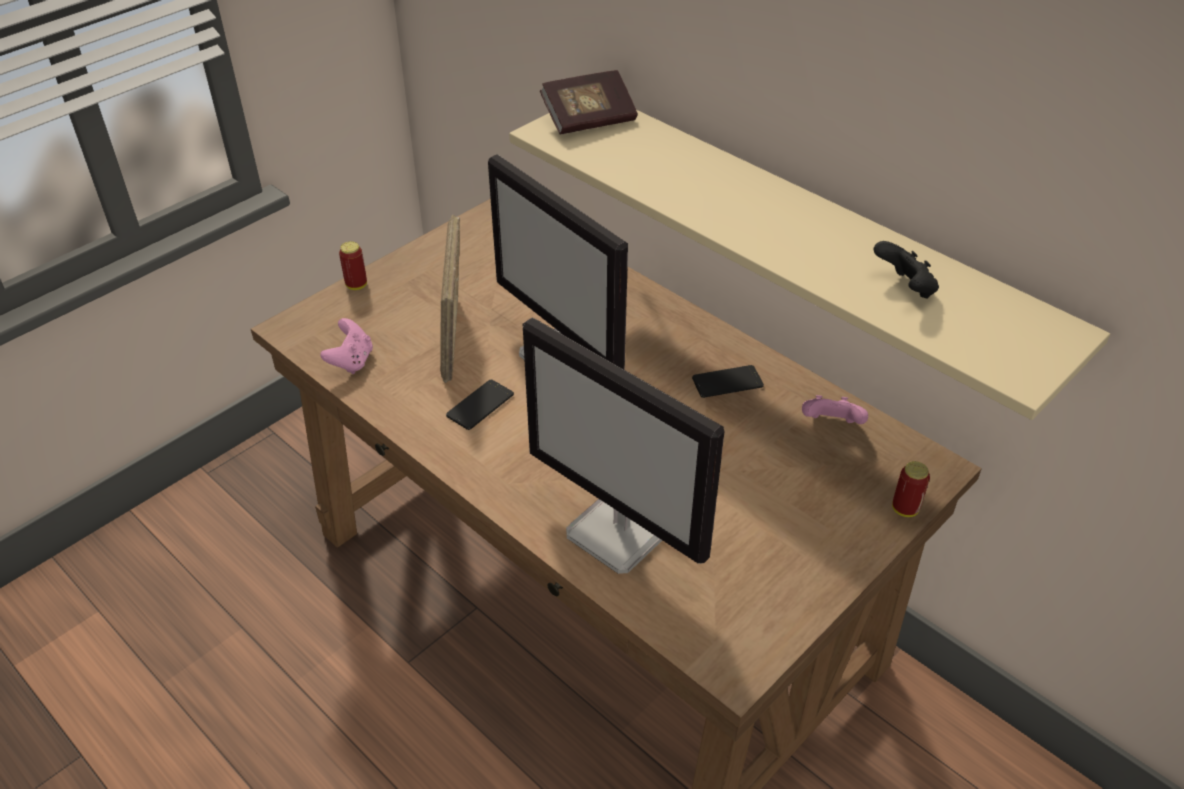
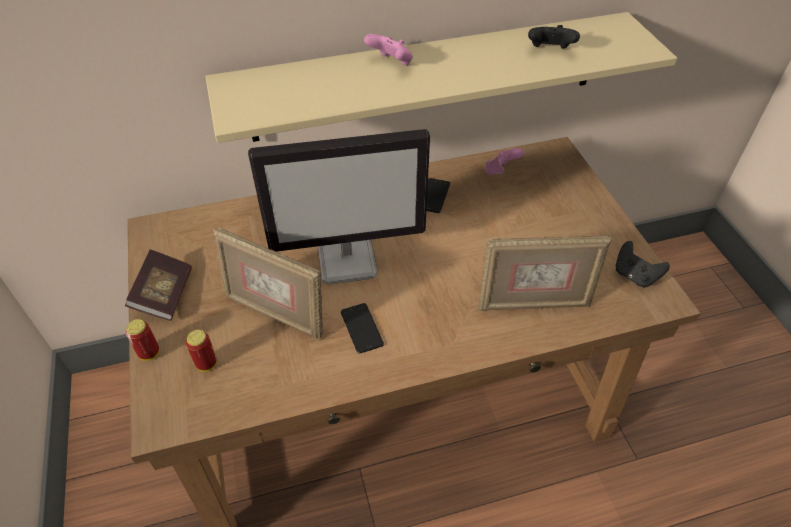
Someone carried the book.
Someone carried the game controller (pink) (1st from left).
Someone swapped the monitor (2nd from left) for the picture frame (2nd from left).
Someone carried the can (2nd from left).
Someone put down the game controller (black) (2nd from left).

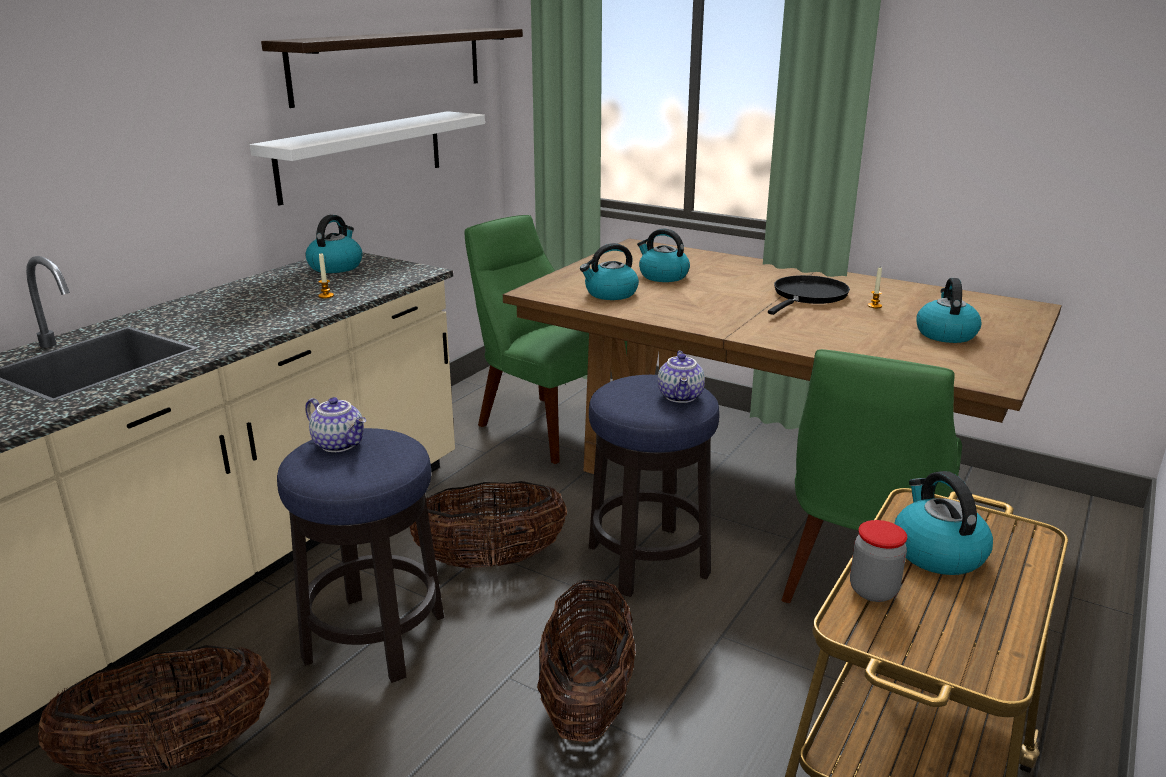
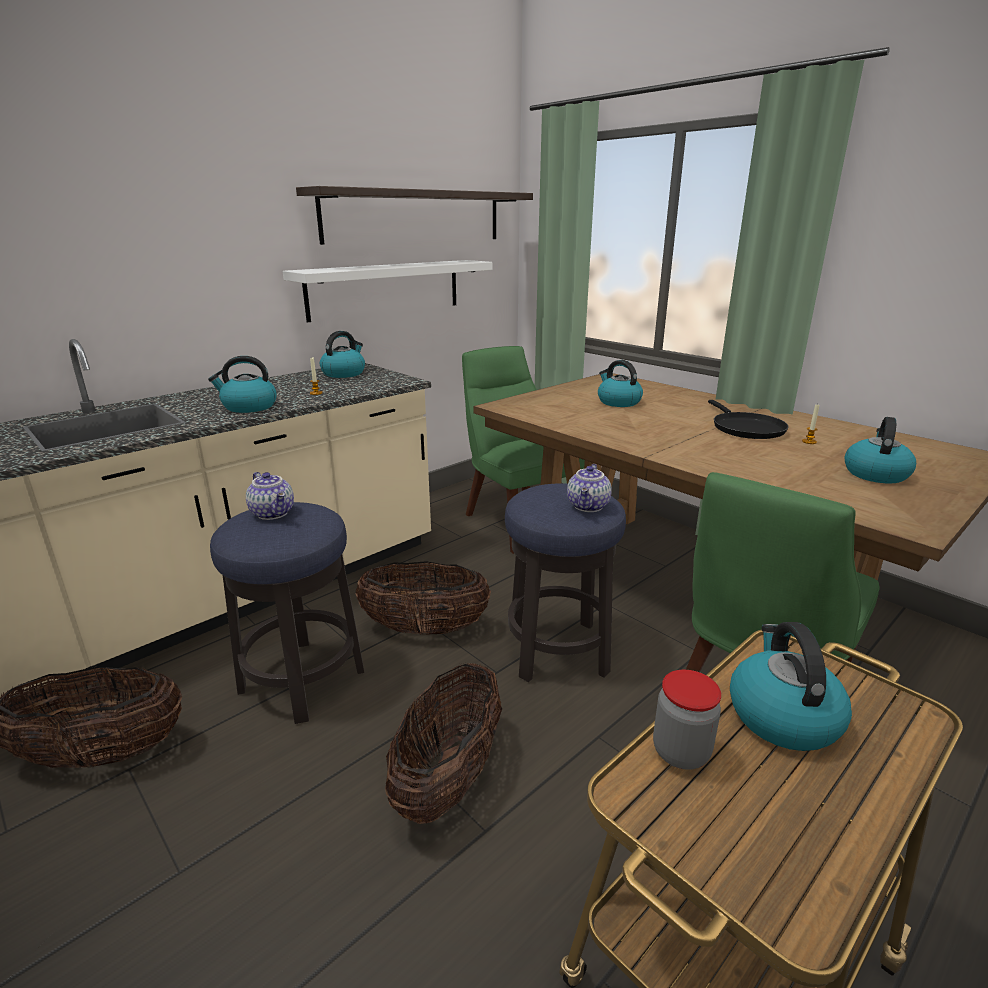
Someone carried the kettle (2nd from left in the first image).
Someone rotated the frying pan (black) by 120 degrees clockwise.

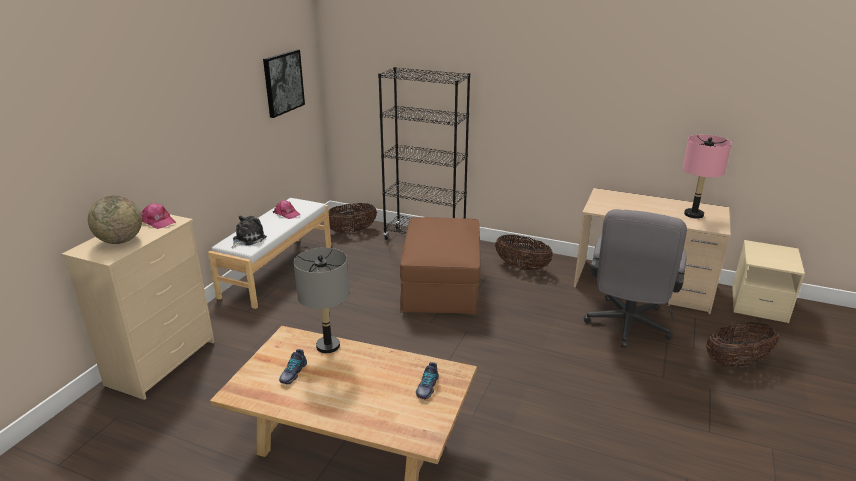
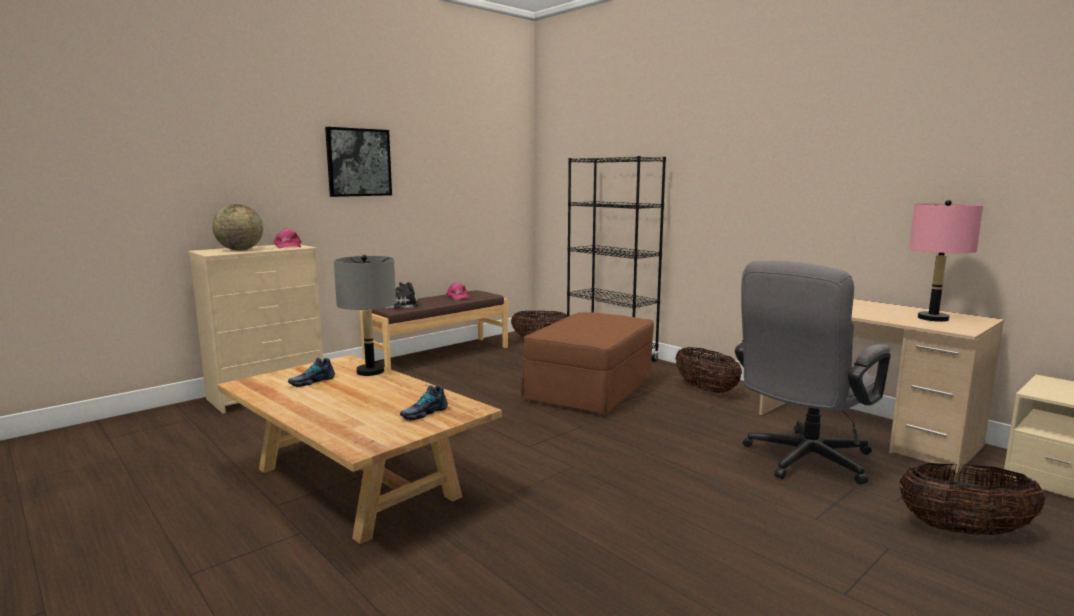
Someone carried the picture.
Someone repainted the bench (white), which became the bench (brown).

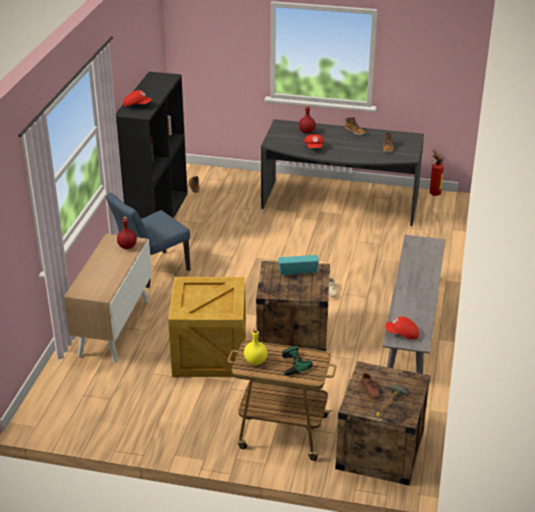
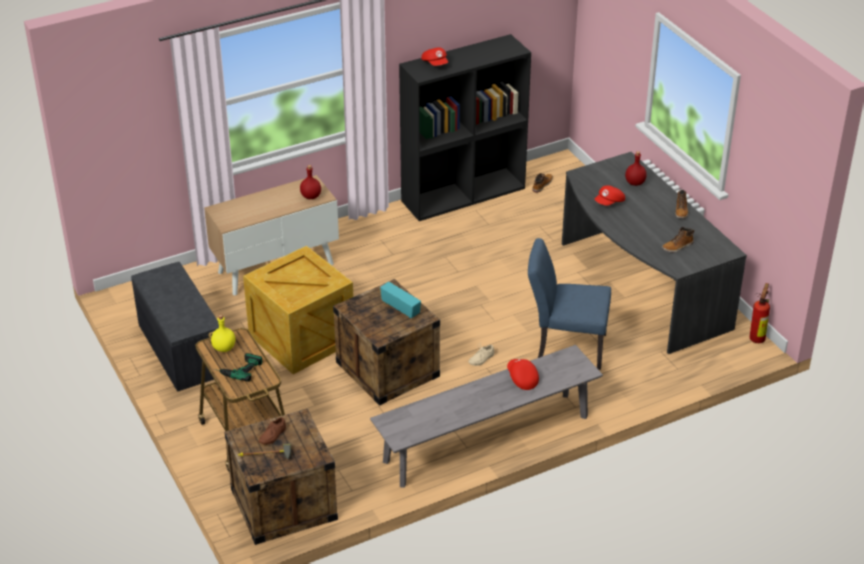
Someone carried the chair (blue).
Someone carried the cap (red) (3rd from left in the first image).
Someone put down the bench (grey) (1st from left).

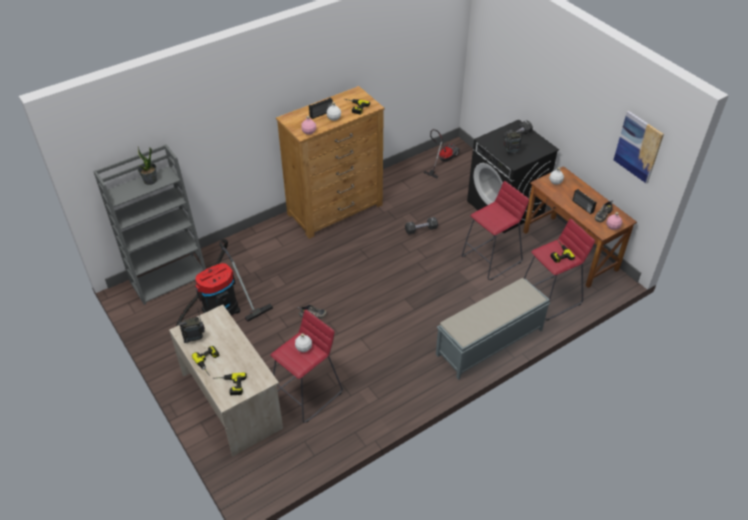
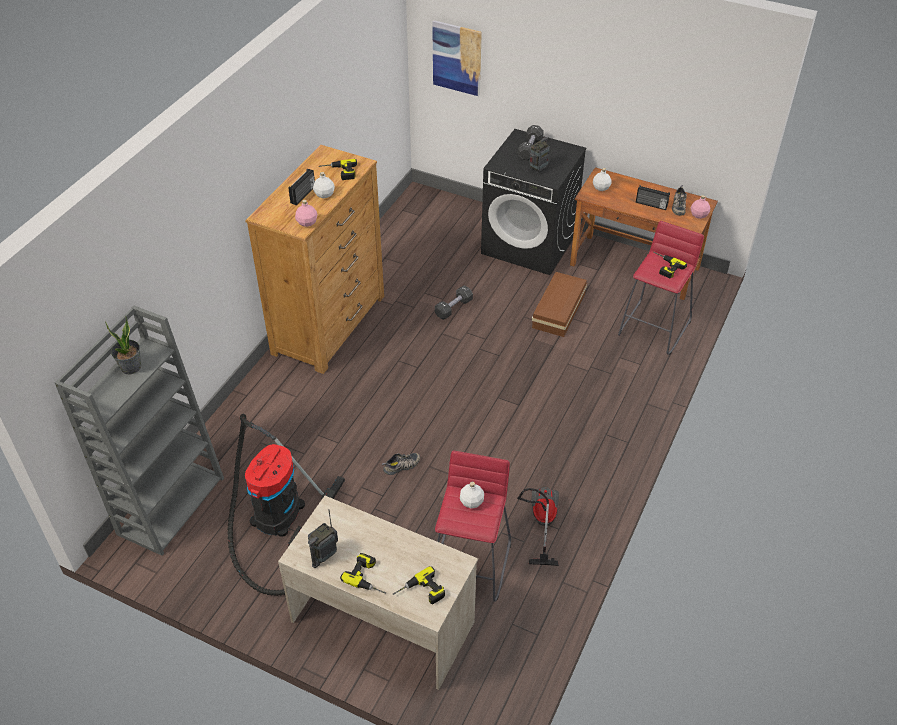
Someone carried the picture.
Someone carried the vacuum cleaner (2nd from left).
Someone swapped the stool (red) (2nd from left) for the storage box (brown).
Someone took away the bench (grey).

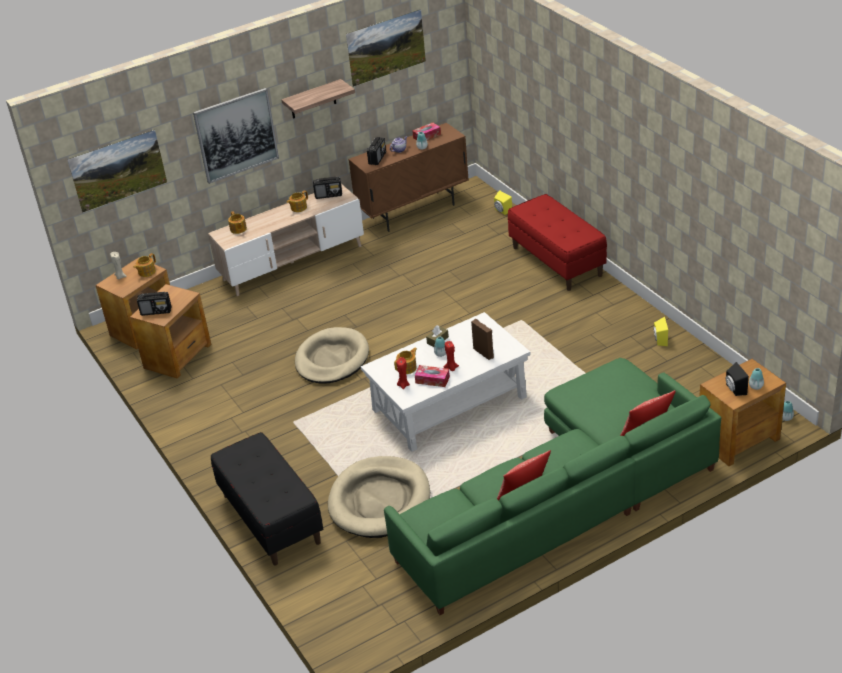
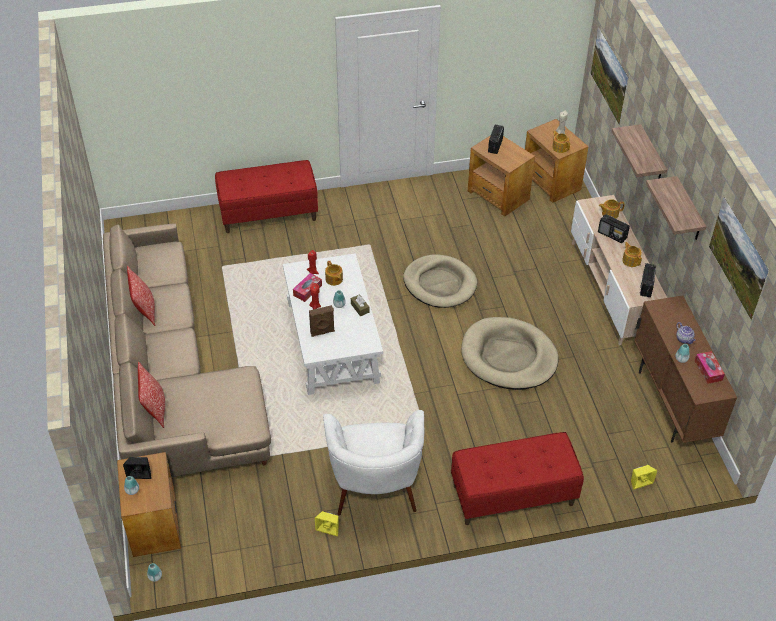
Someone swapped the picture (2nd from left) for the shelf (1st from left).
Someone carried the radio (3rd from left in the first image).
Someone repainted the sofa (green), which became the sofa (beige).
Someone repainted the bench (black), which became the bench (red) (1st from left).
Someone carried the dog bed (beige) (2nd from left).
Someone put down the armchair (white).

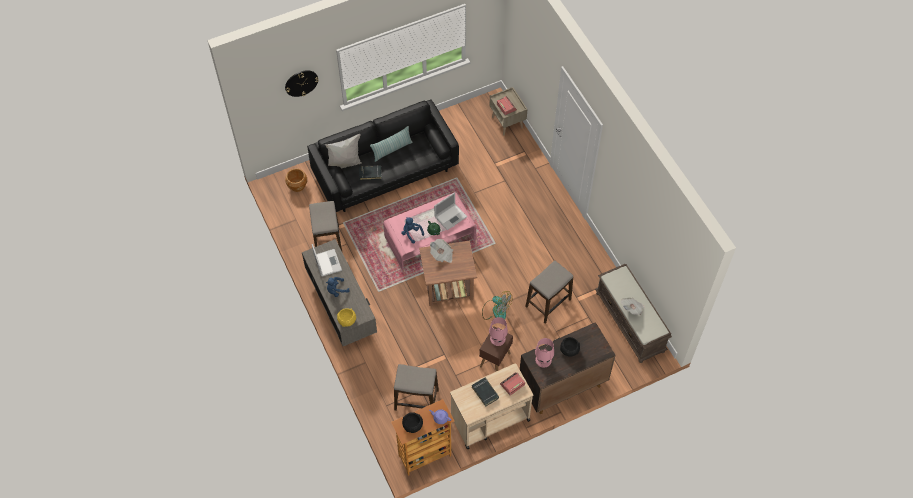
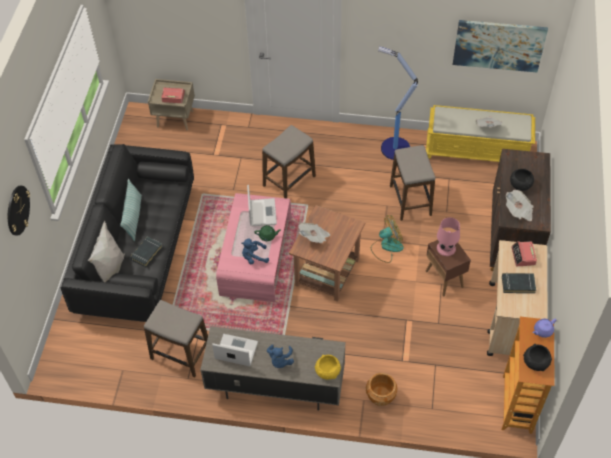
Someone carried the planter (brown).
Someone repainted the bench (brown), which became the bench (yellow).
Someone swapped the table lamp (pink) (2nd from left) for the newspaper (3rd from left).
Someone carried the stool (2nd from left).
Someone put up the picture.
Someone put down the floor lamp.

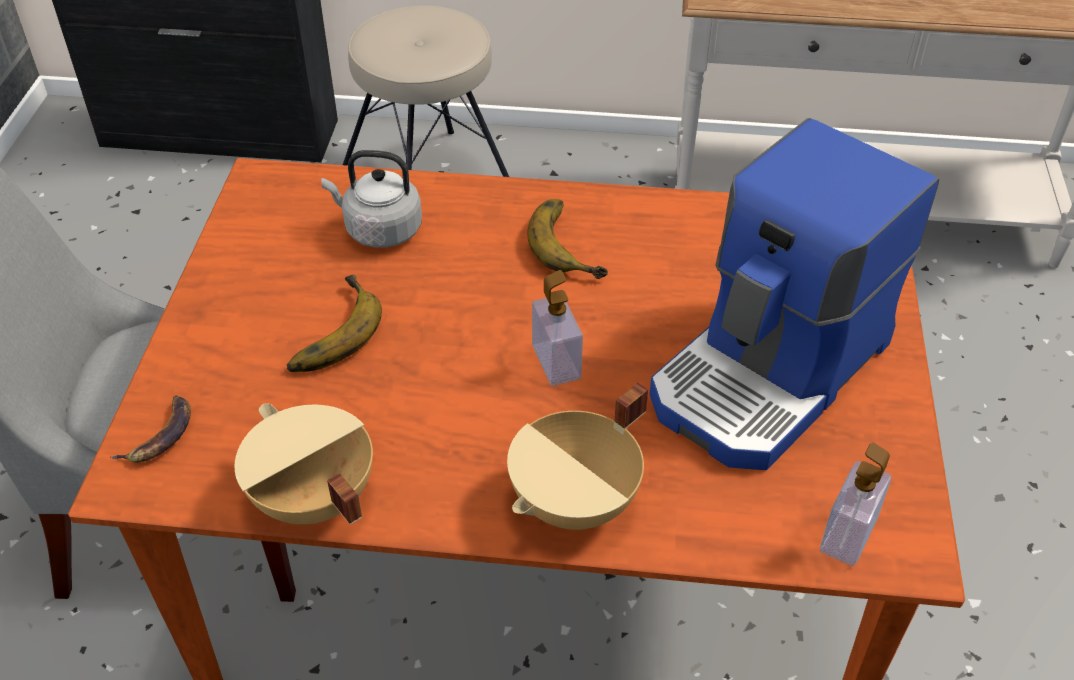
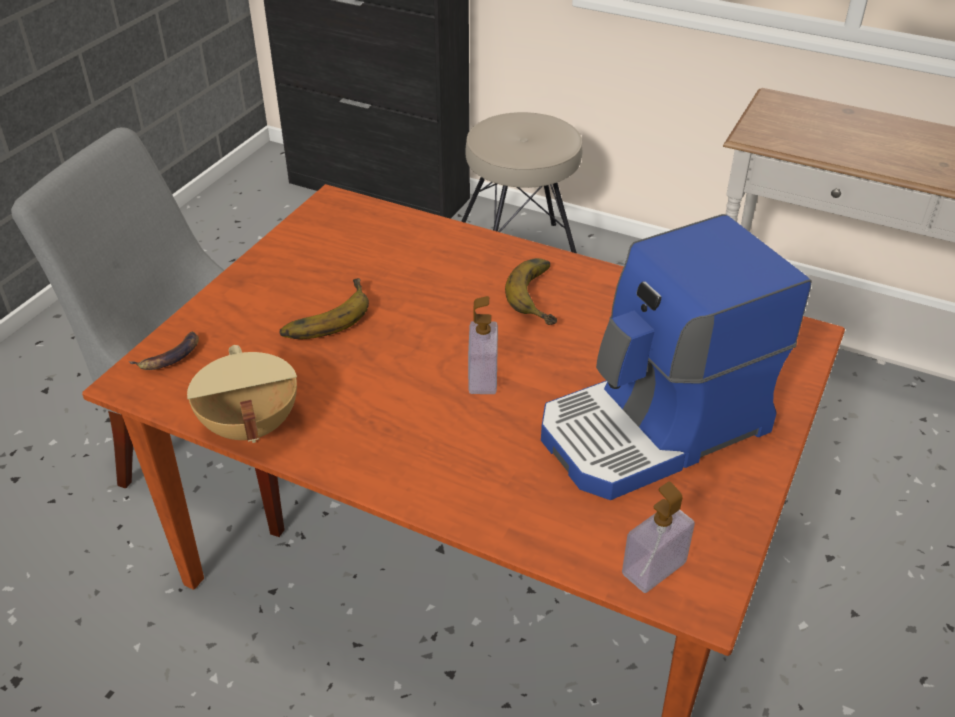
Someone took away the kettle (grey).
Someone took away the cooking pot (beige) (2nd from left).

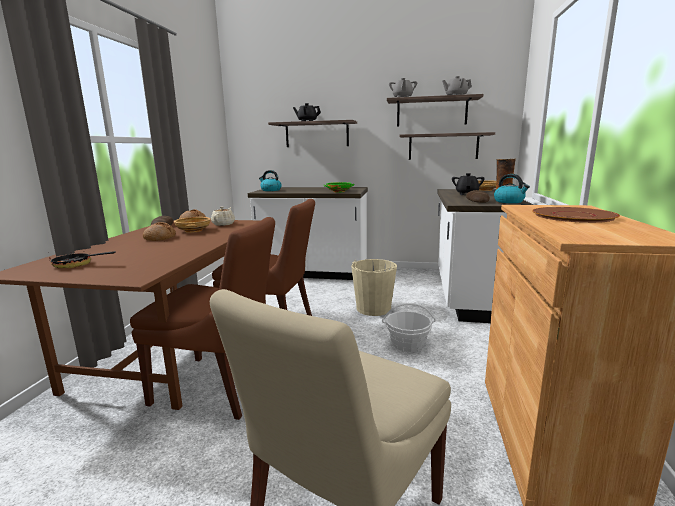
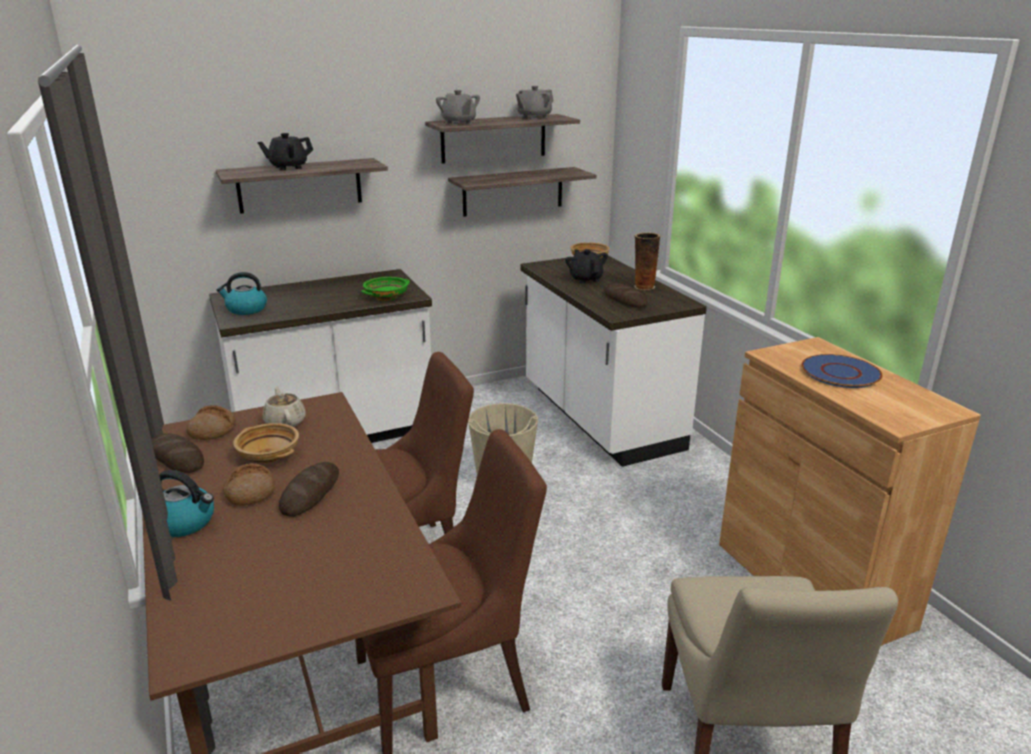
Someone carried the kettle (2nd from left in the first image).
Someone repainted the plate (brown), which became the plate (blue).
Someone took away the frying pan.
Someone took away the basket.
Someone put down the bread (4th from left).

